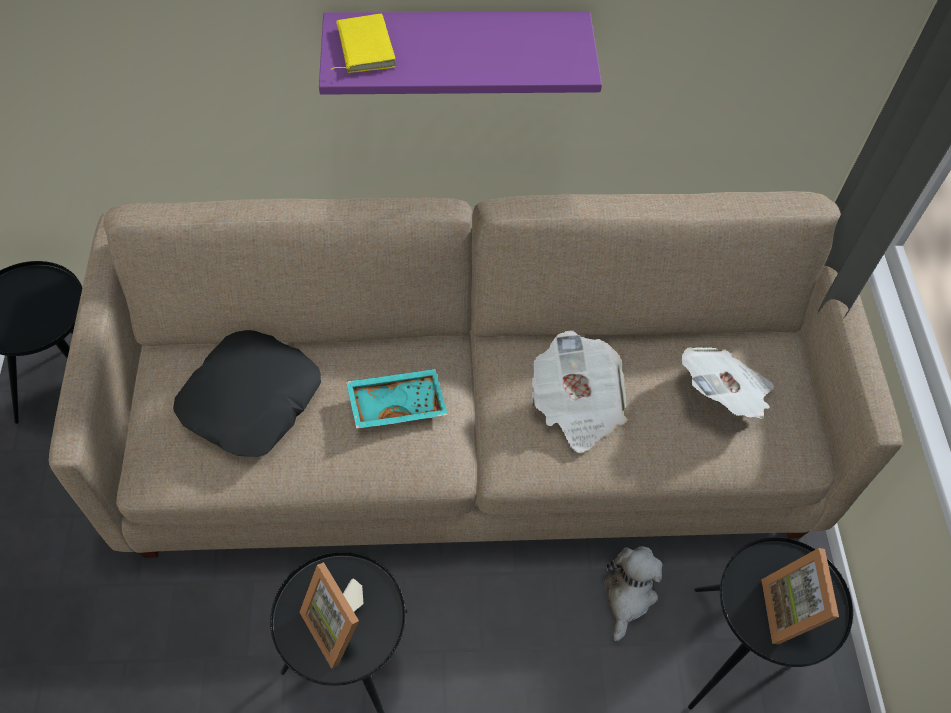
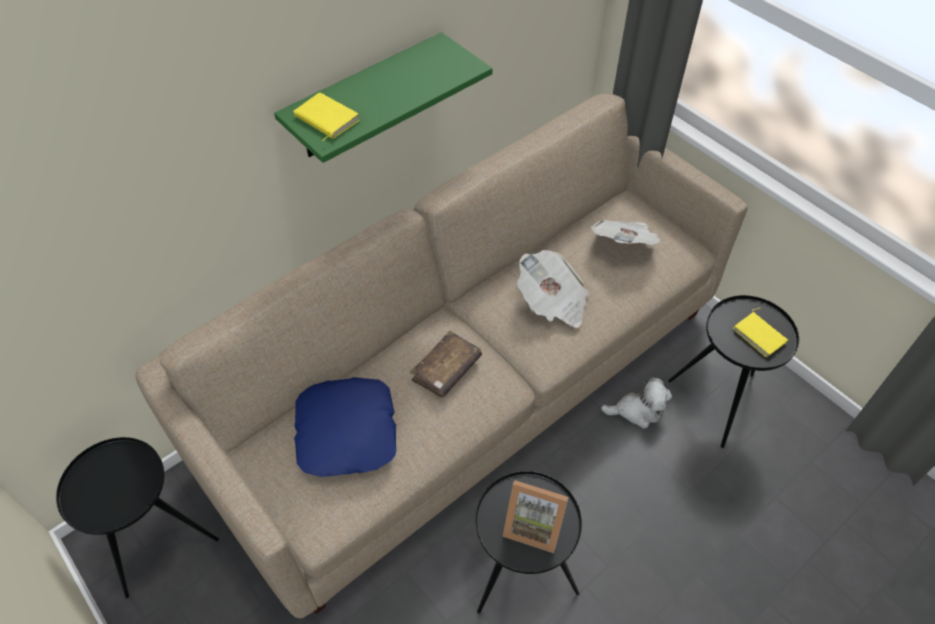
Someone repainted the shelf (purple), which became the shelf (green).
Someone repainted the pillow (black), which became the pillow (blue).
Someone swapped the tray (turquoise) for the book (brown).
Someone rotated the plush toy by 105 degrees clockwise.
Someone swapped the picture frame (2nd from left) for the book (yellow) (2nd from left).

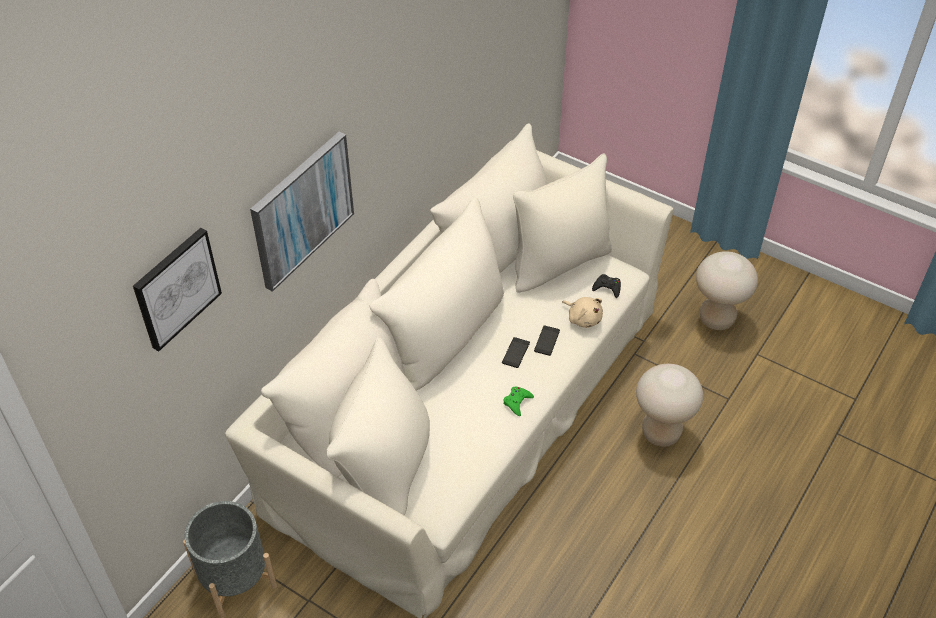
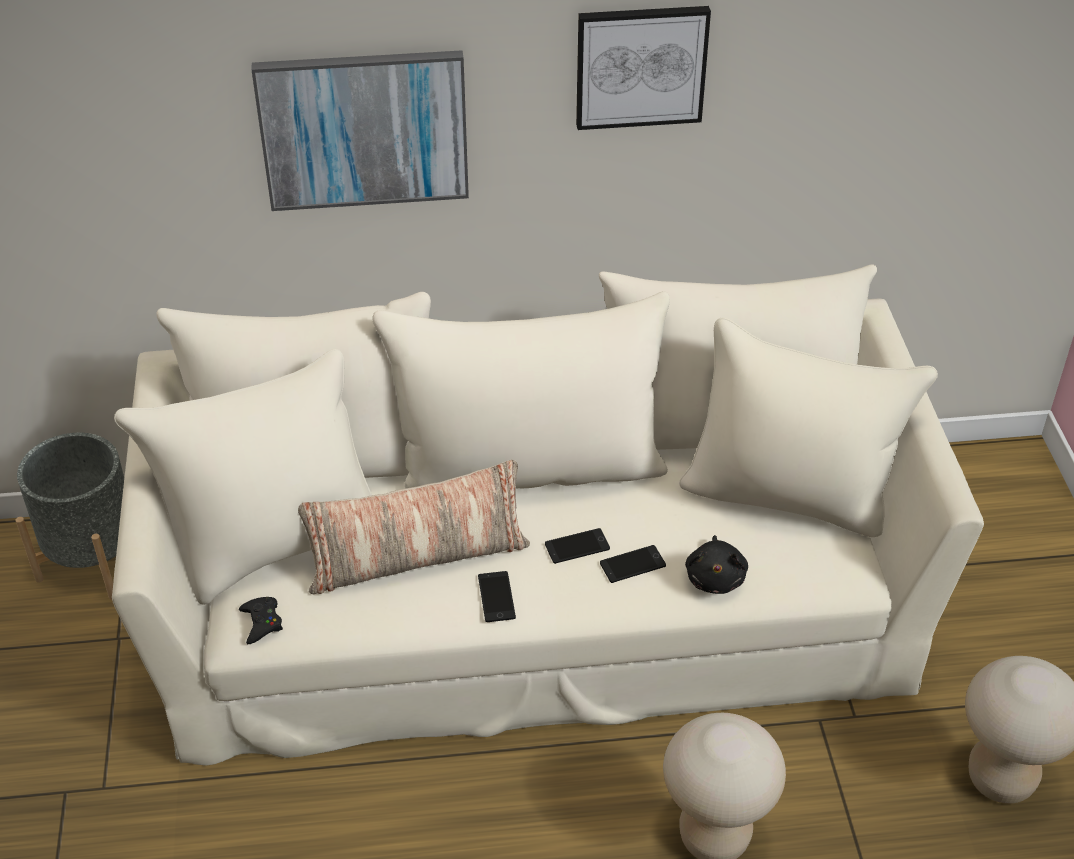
Someone carried the picture (1st from left in the first image).
Someone carried the game controller (black).
Someone repainted the plush toy (beige), which became the plush toy (black).
Someone swapped the game controller (green) for the phone (1st from left).
Someone put down the pillow.

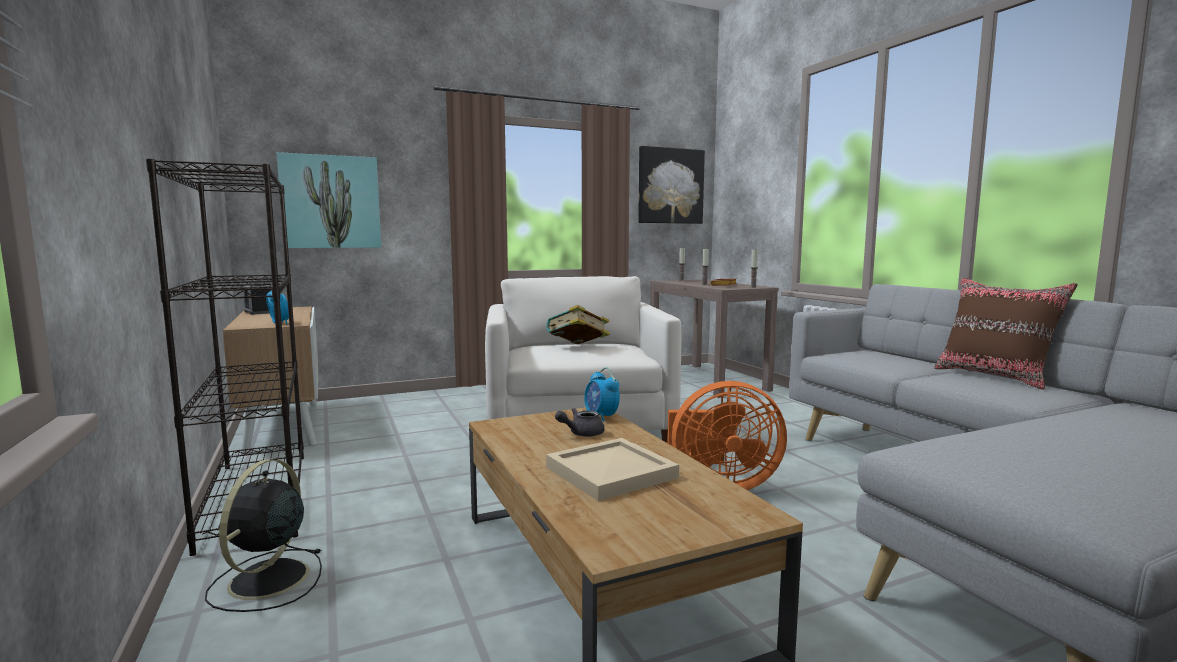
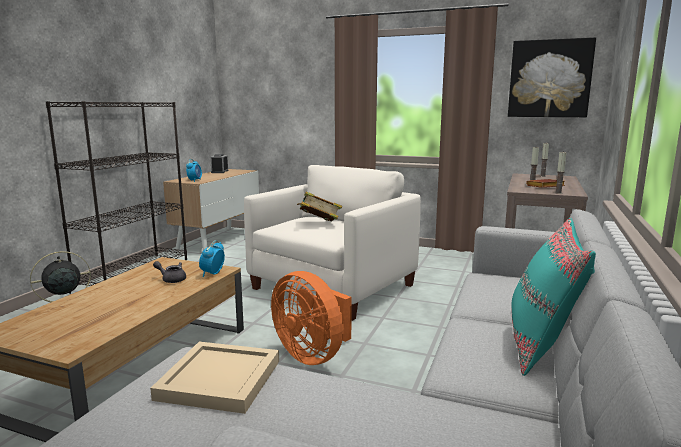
Someone took away the picture (1st from left).
Someone repainted the pillow (brown), which became the pillow (turquoise).
Someone carried the tray (beige).

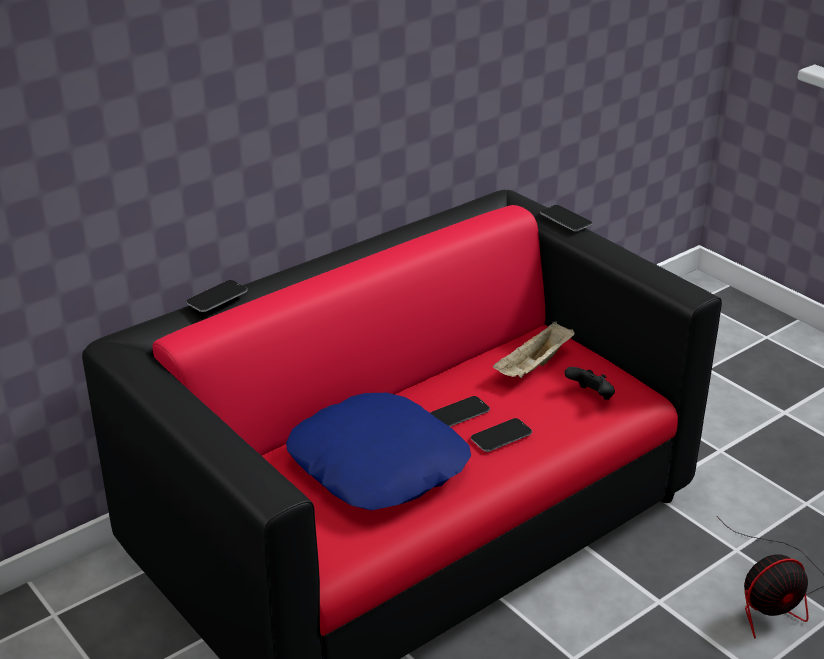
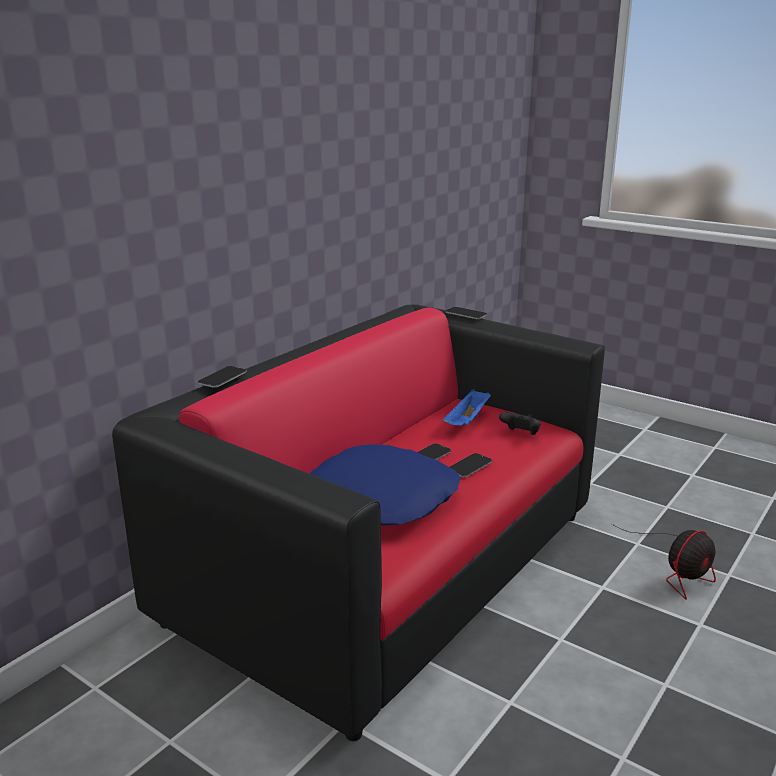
Someone repainted the tray (beige), which became the tray (blue).

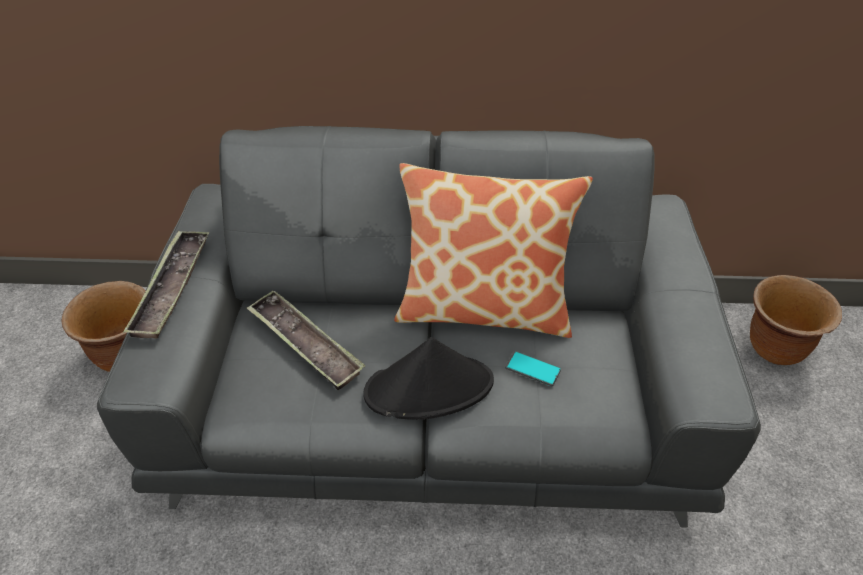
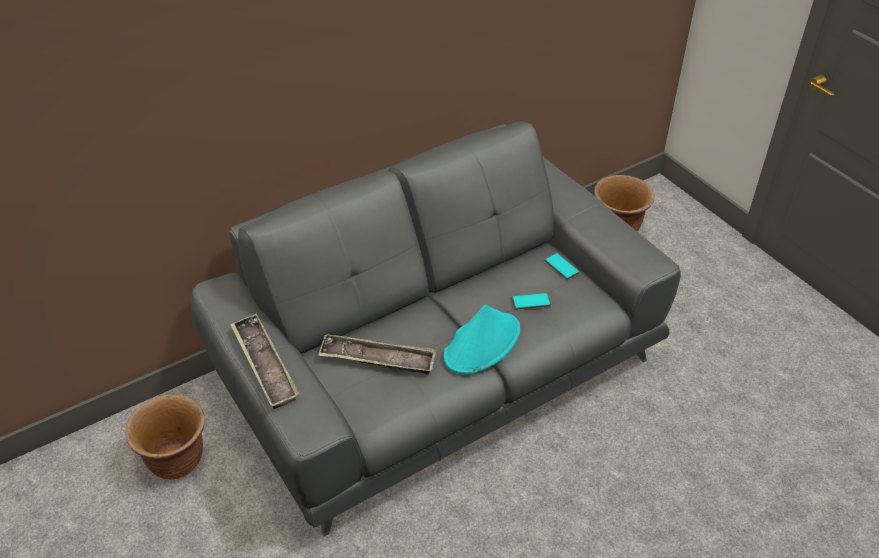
Someone took away the pillow.
Someone repainted the hat (black), which became the hat (turquoise).
Someone put down the phone (2nd from left).

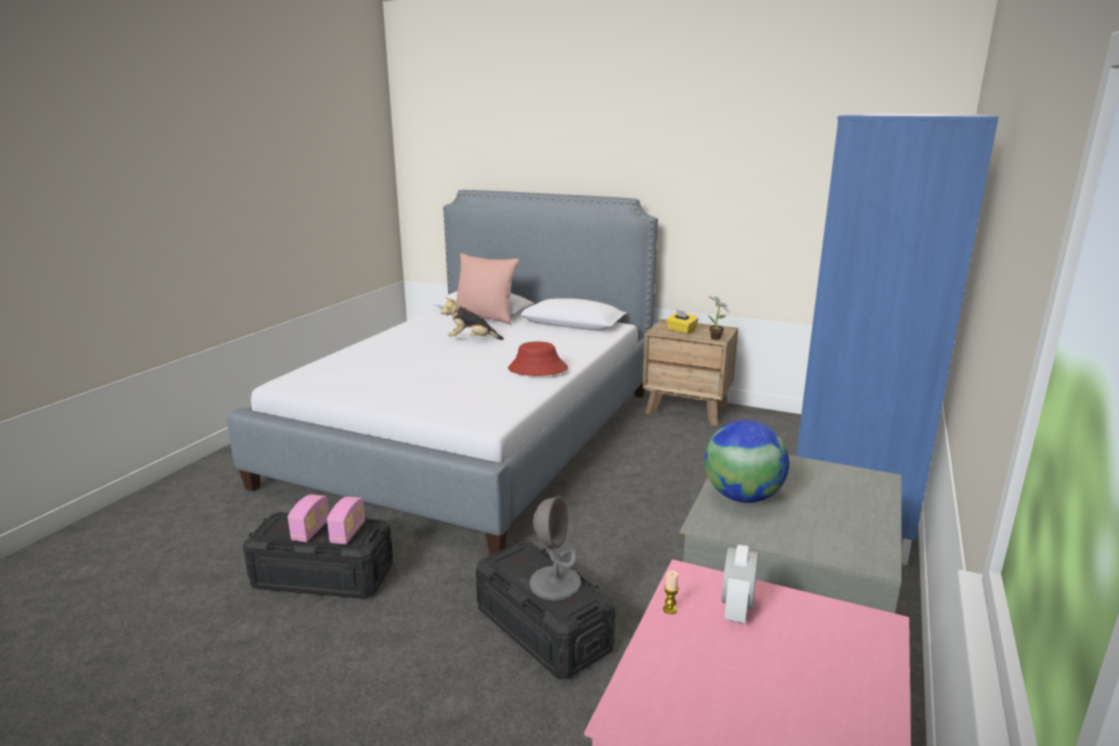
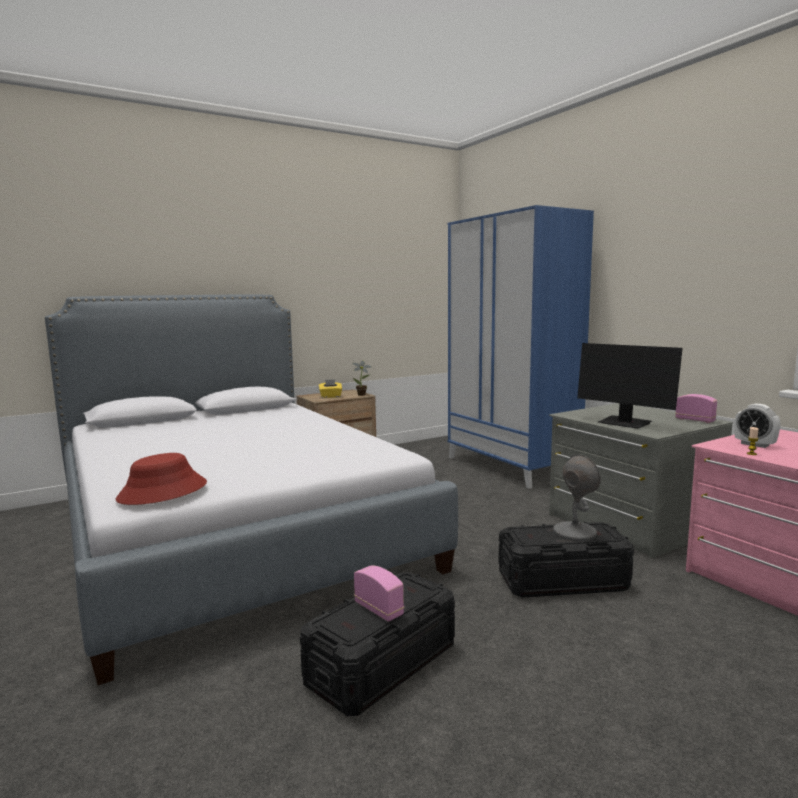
Someone took away the pillow (pink).
Someone took away the plush toy.
Someone carried the hat (red).
Someone swapped the globe for the monitor.
Someone carried the radio (2nd from left).

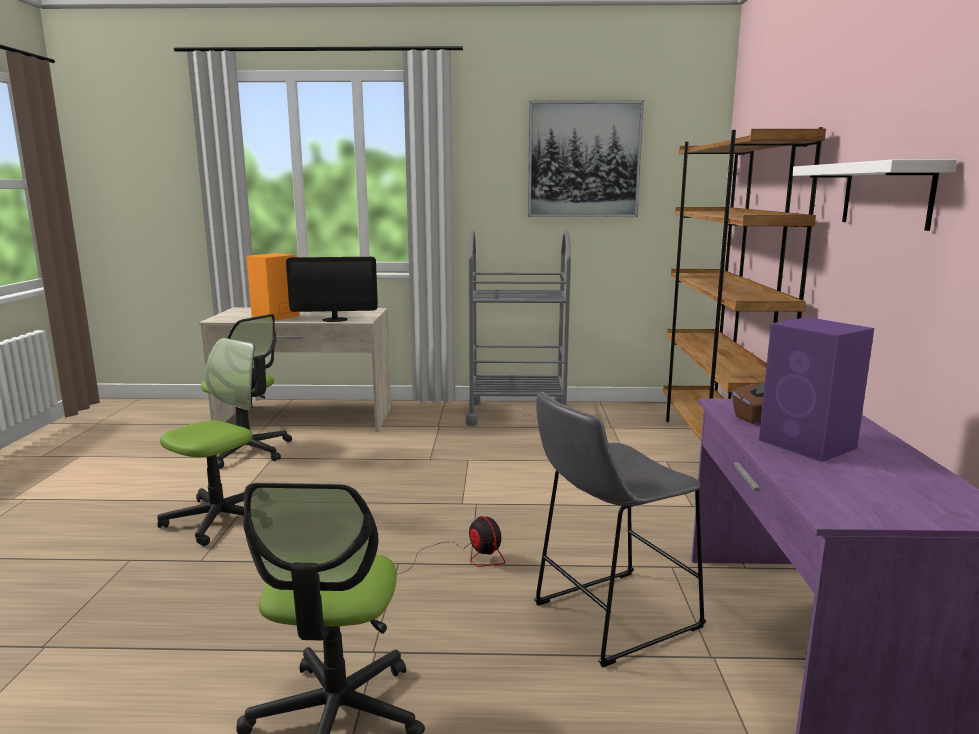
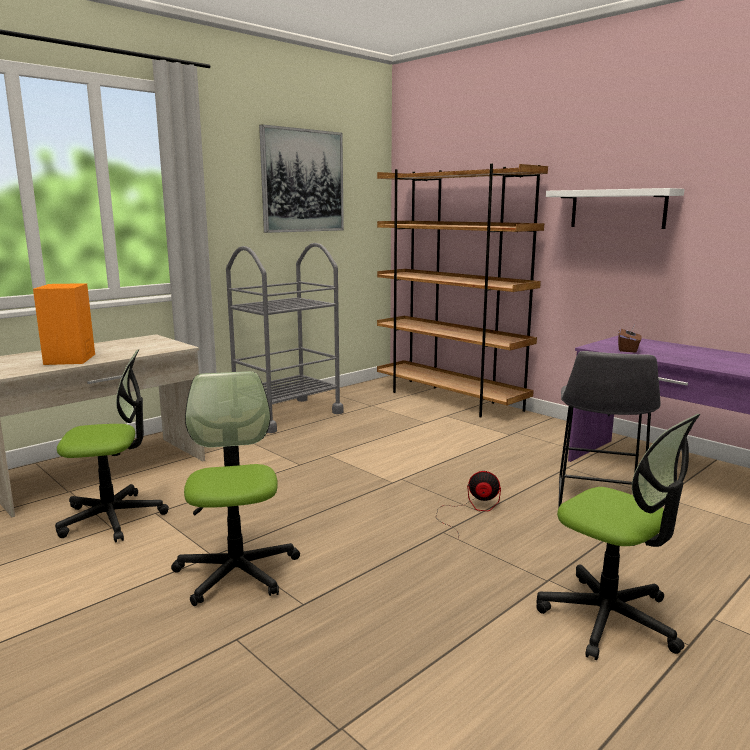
Someone took away the monitor.
Someone took away the speaker (purple).

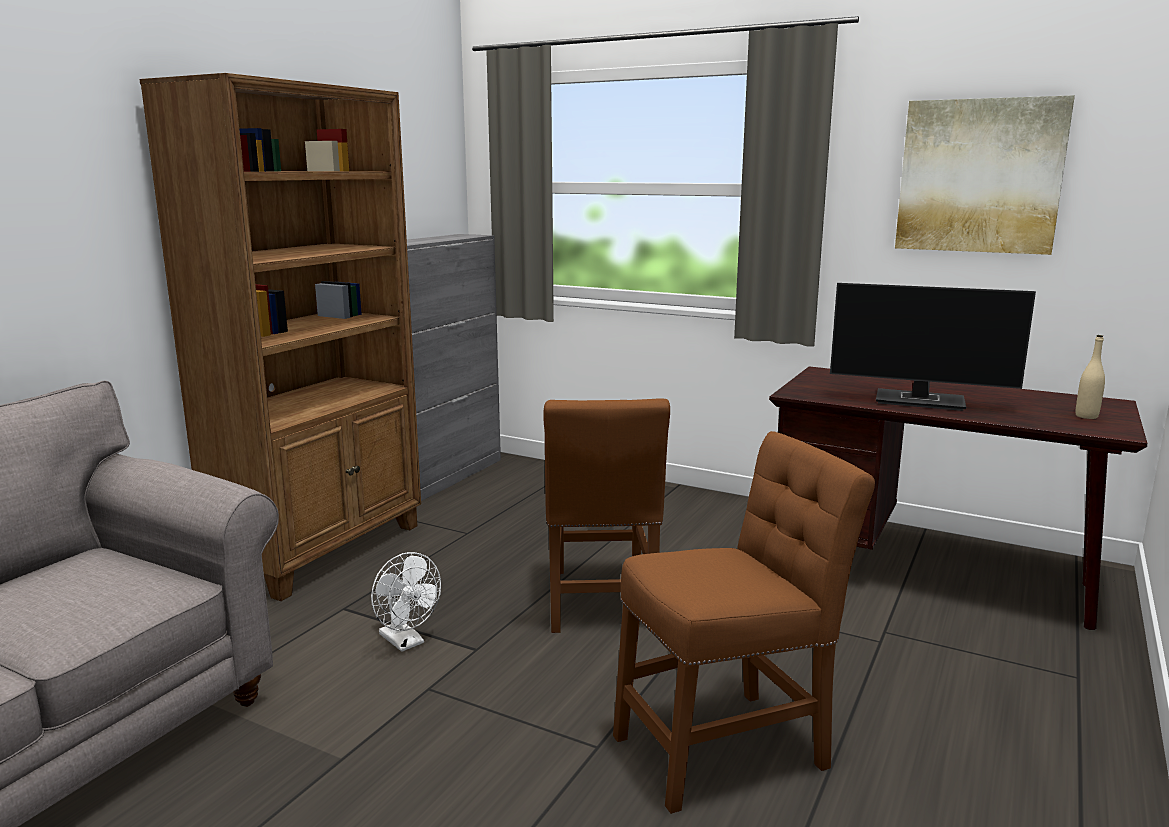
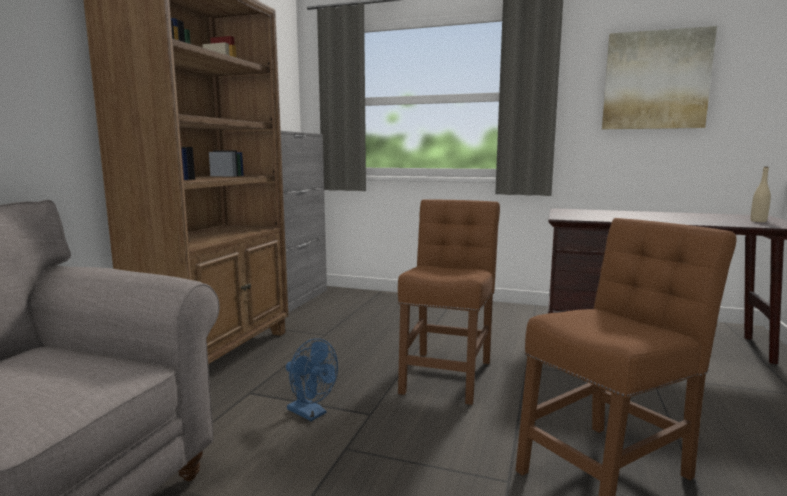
Someone took away the monitor.
Someone rotated the chair (brown) (1st from left) by 150 degrees counterclockwise.
Someone repainted the fan (white), which became the fan (blue).

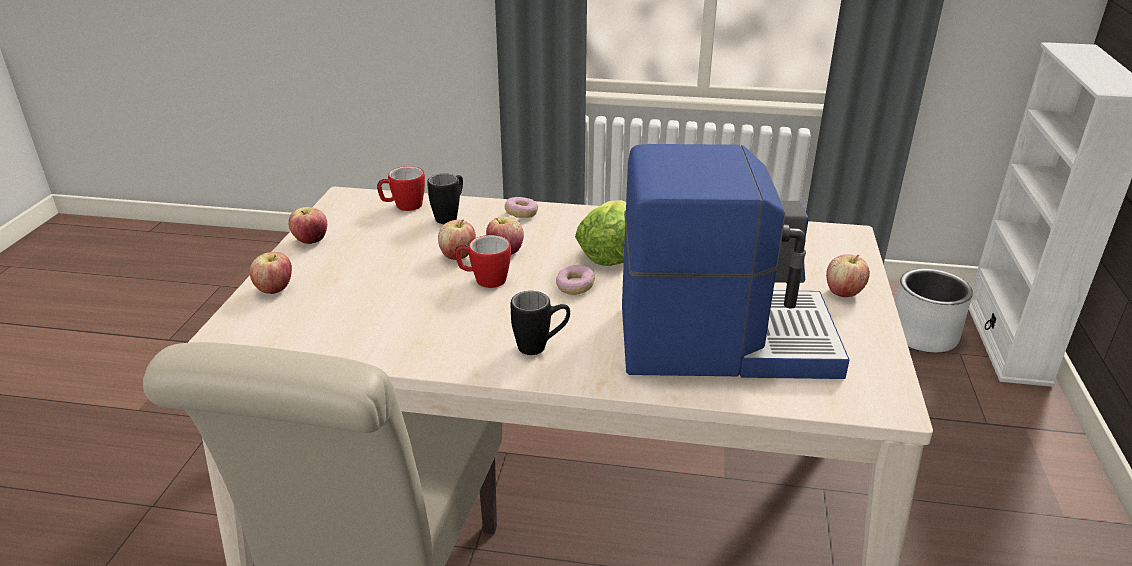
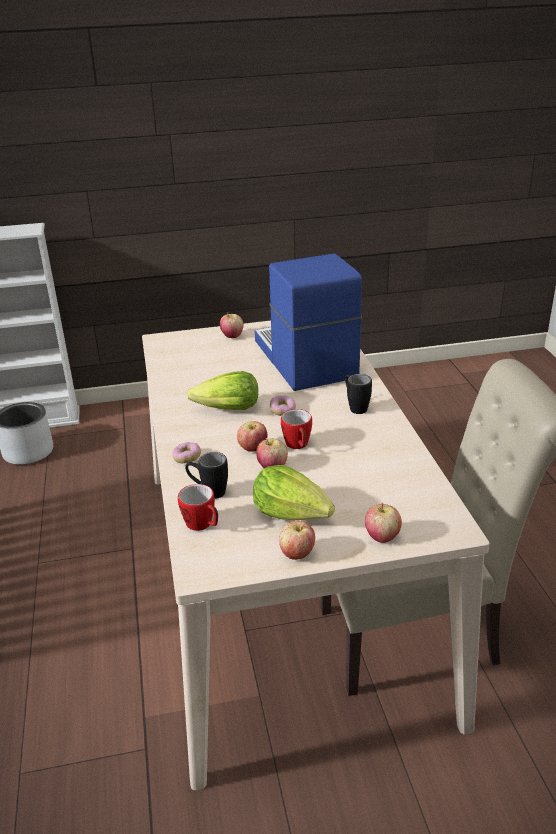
Someone put down the lettuce (2nd from left).

